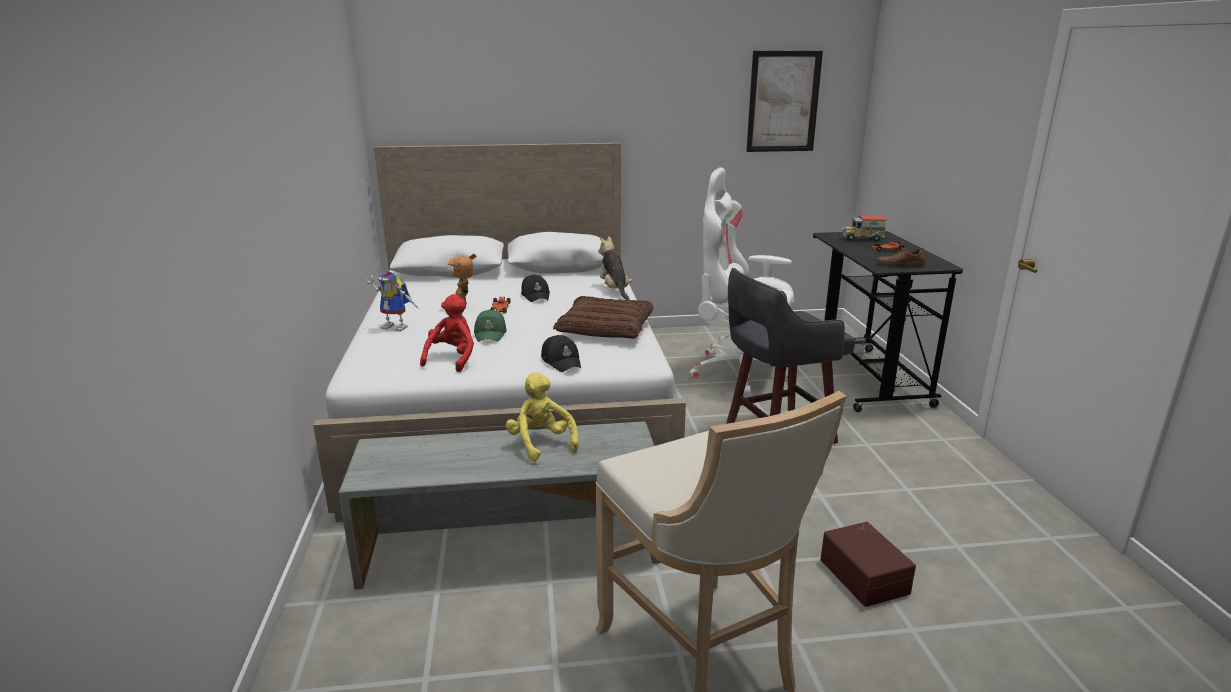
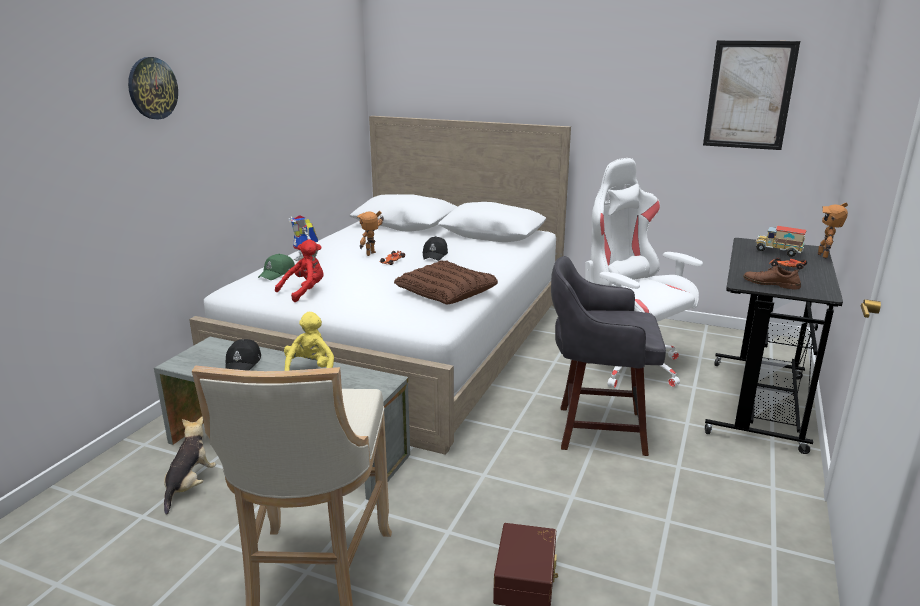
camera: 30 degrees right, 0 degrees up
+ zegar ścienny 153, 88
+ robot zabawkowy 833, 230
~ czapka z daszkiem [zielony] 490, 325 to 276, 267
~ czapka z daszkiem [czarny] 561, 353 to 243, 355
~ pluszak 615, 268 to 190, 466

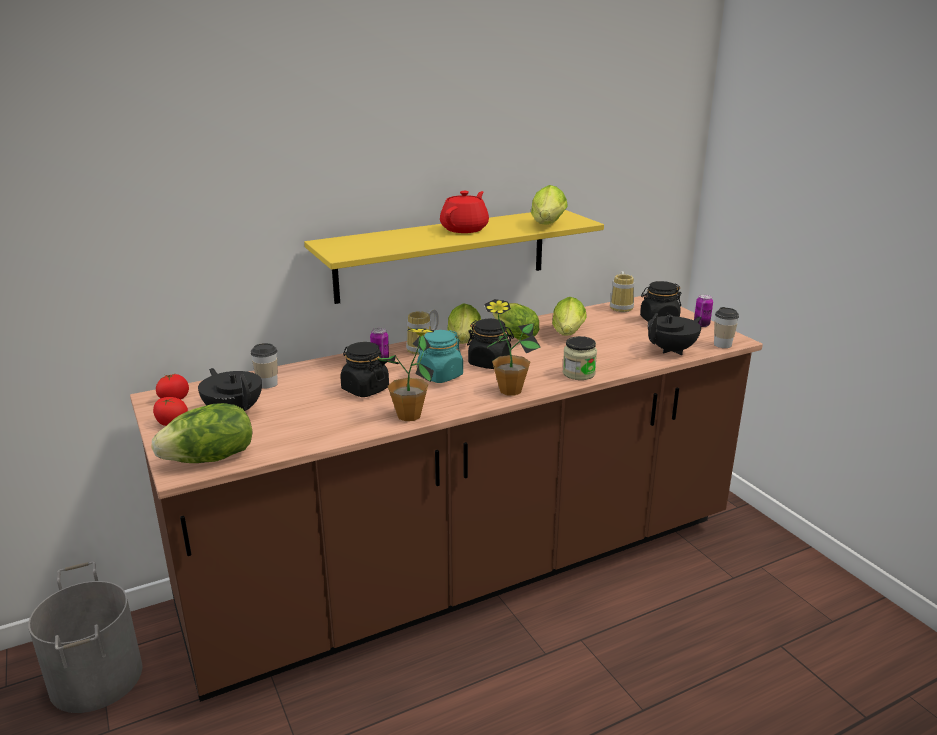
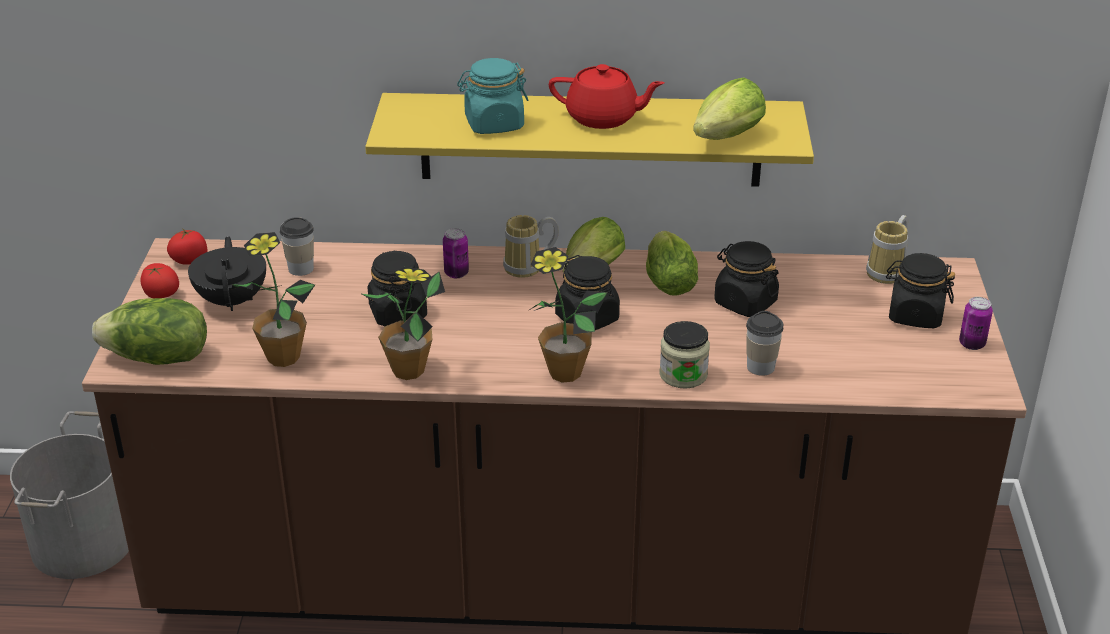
camera: 30 degrees right, 10 degrees up
- imbryk [czarny] 675, 334
+ roślina doniczkowa 273, 299
~ słoik [turkusowy] 440, 356 to 493, 96
~ filiżanka 726, 327 to 764, 343
~ sałata 569, 316 to słoik [czarny] 746, 279
~ imbryk [czerwony] 464, 212 = 606, 96 45 degrees clockwise

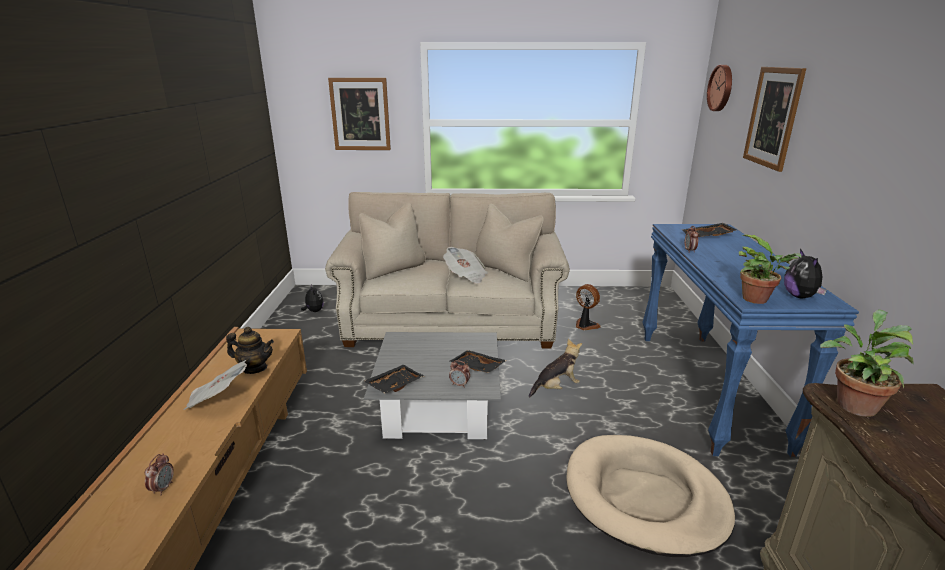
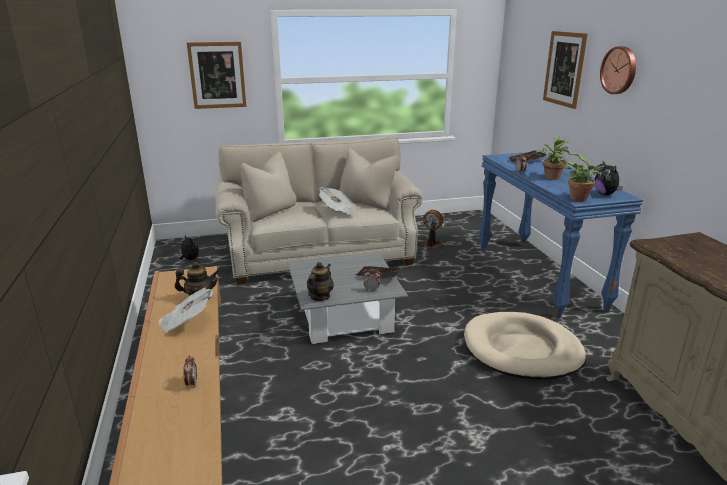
camera: 15 degrees left, 0 degrees up
- pluszak 555, 368
~ zegar ścienny 719, 88 to 618, 70
~ roślina doniczkowa 867, 363 to 552, 158
~ taca [czarny] 394, 379 to imbryk 320, 281

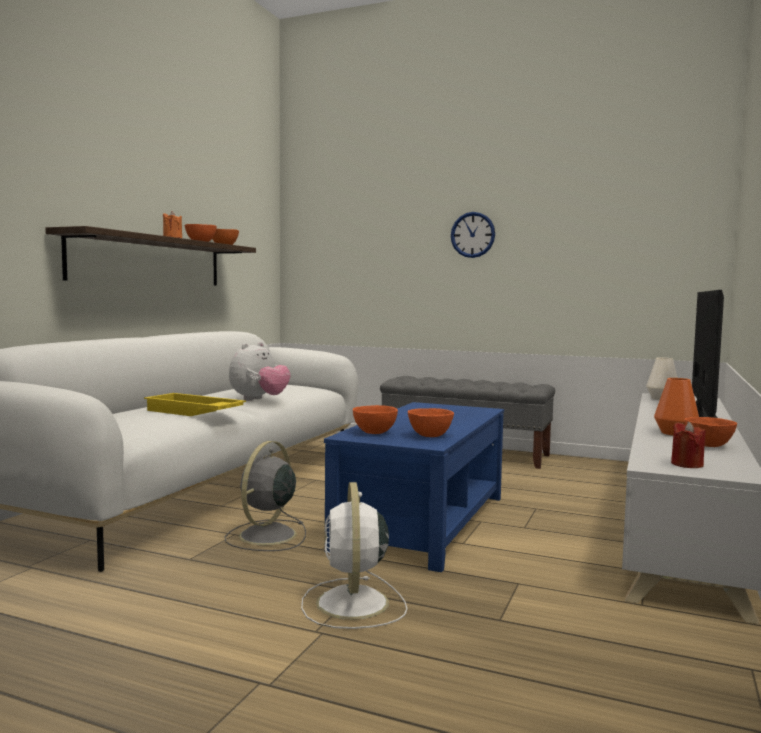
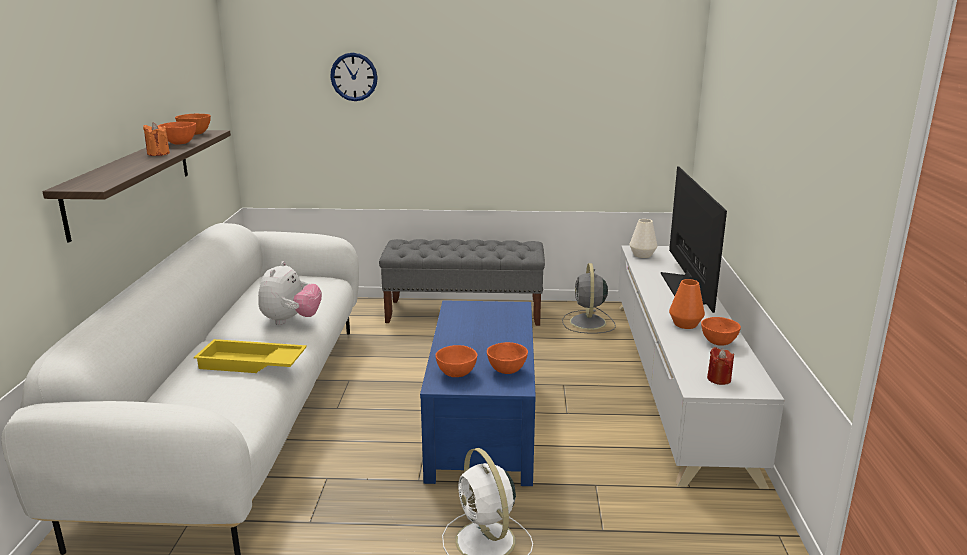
camera: 20 degrees left, 15 degrees up
~ wentylator [szary] 265, 496 to 589, 298
~ zegar ścienny 473, 235 to 354, 77

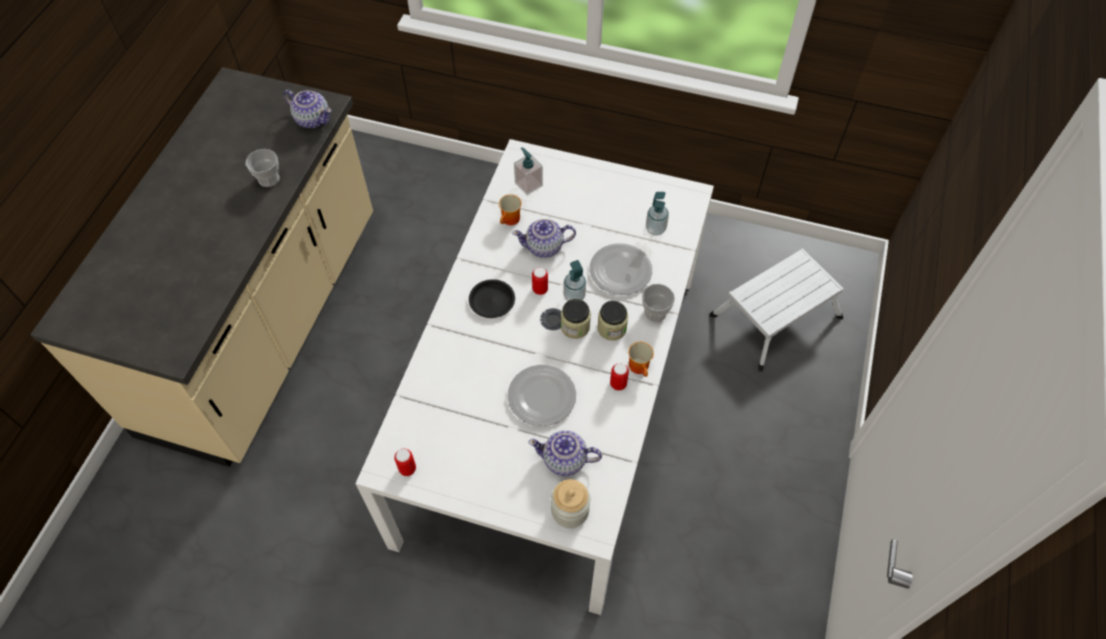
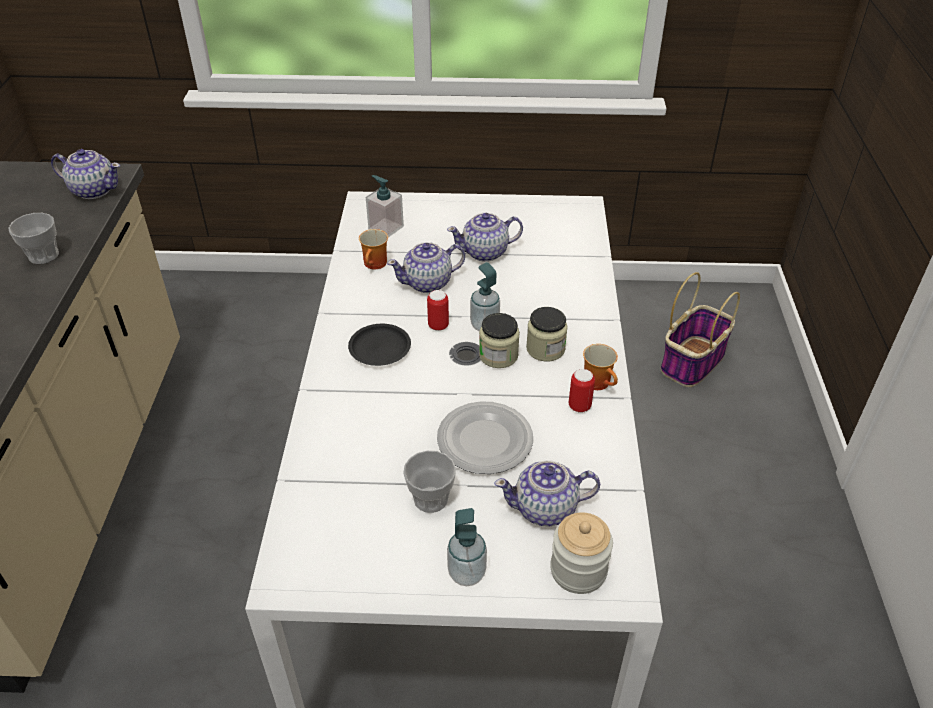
camera: 15 degrees left, 15 degrees down
- puszka 405, 462
- talerz 621, 269
+ imbryk 485, 237
~ filiżanka 658, 303 to 429, 481
~ dozownik mydła 657, 214 to 467, 547
~ drabinka [biały] 776, 309 to koszyk 700, 329

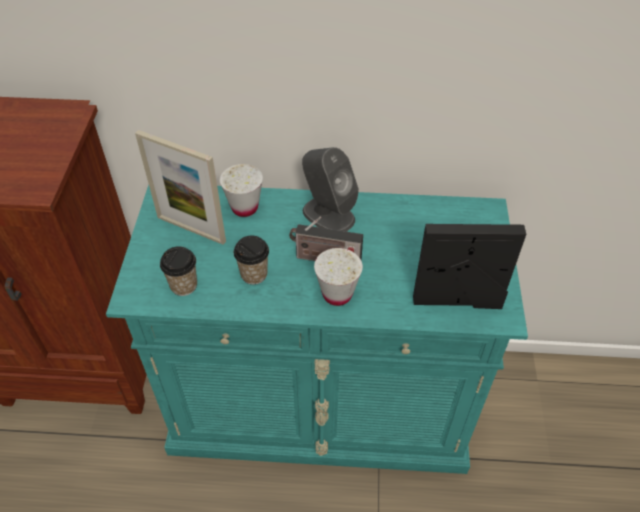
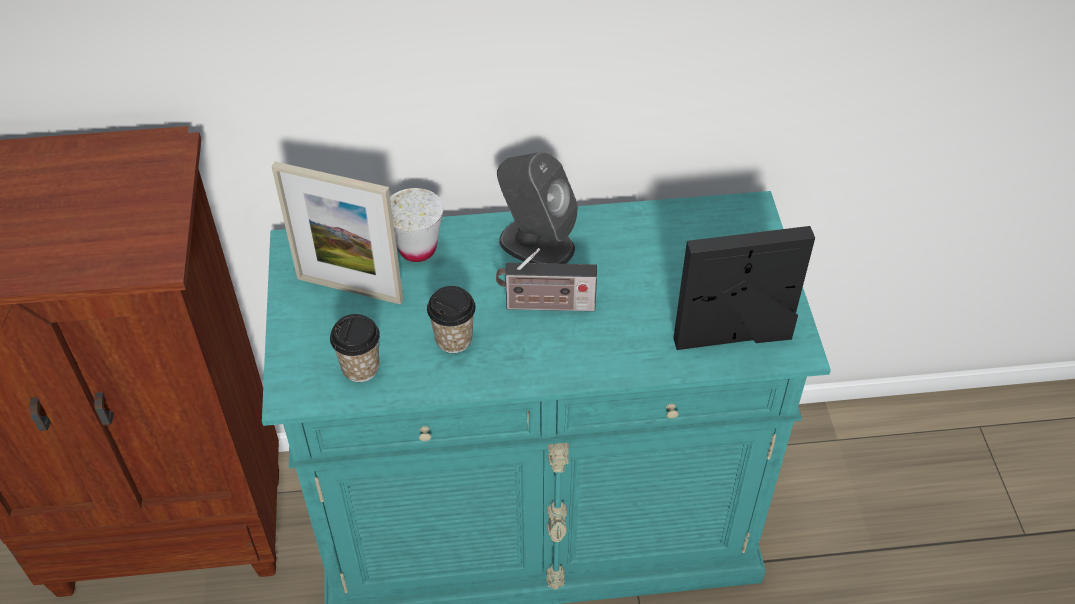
camera: 10 degrees left, 0 degrees up
- filiżanka [biały] 338, 277

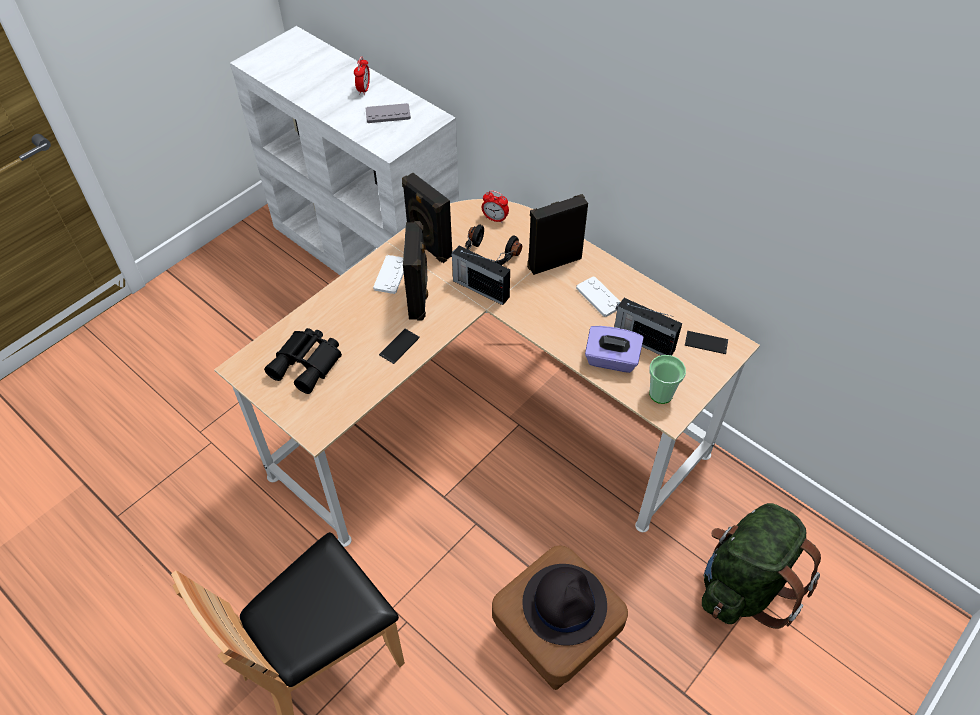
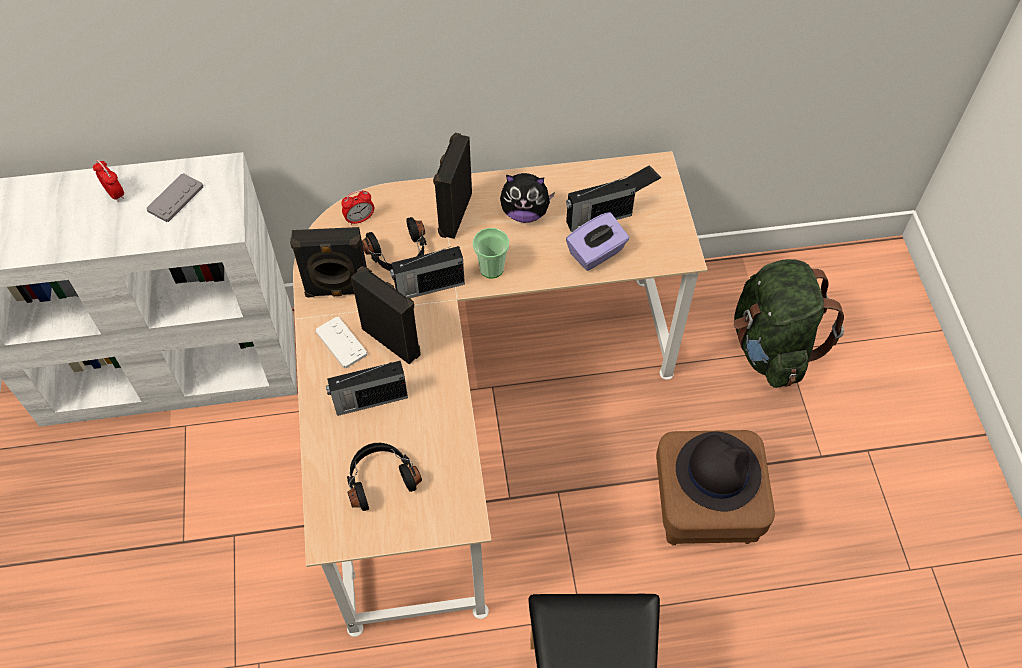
camera: 50 degrees left, 5 degrees up
- telefon 399, 346
+ radio 367, 388
~ filiżanka 667, 379 to 491, 253
~ lornetka [czarny] 303, 361 to słuchawki [czarny] 384, 477
~ pad do gier [biały] 598, 296 to pluszak 527, 198

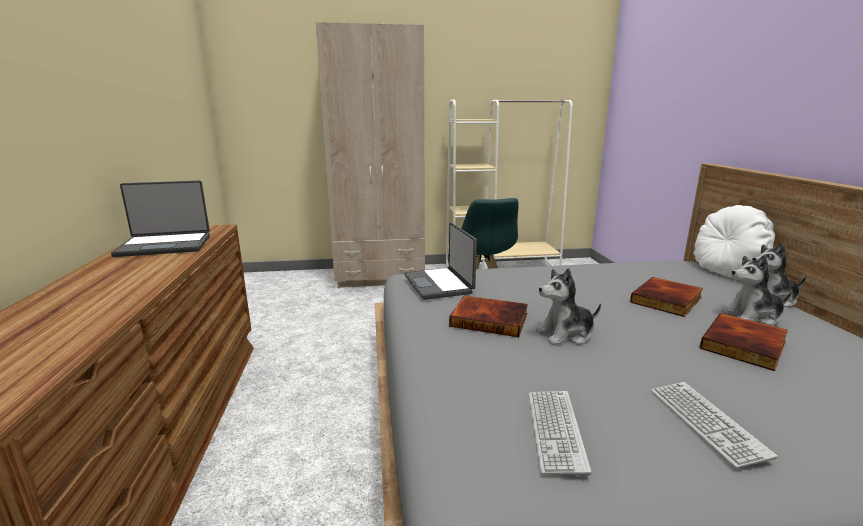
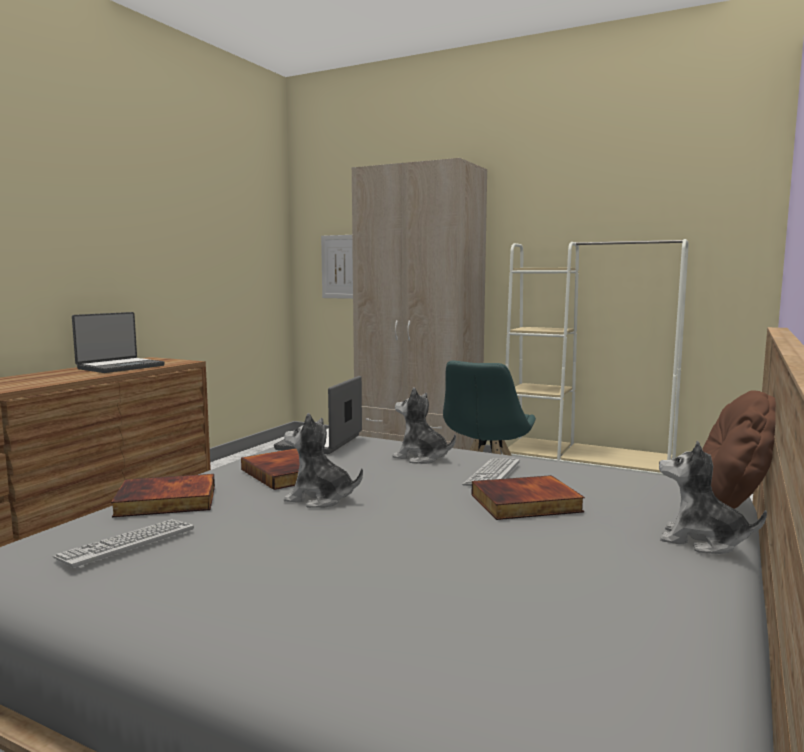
camera: 35 degrees right, 10 degrees down
+ obraz 337, 267
~ klawiatura 714, 425 to 491, 472
~ książka 744, 342 to 163, 495
~ pluszak 757, 290 to 424, 425
~ poduszka [biały] 734, 241 to poduszka [brązowy] 739, 449
~ laptop 160, 218 = 118, 342 75 degrees counterclockwise

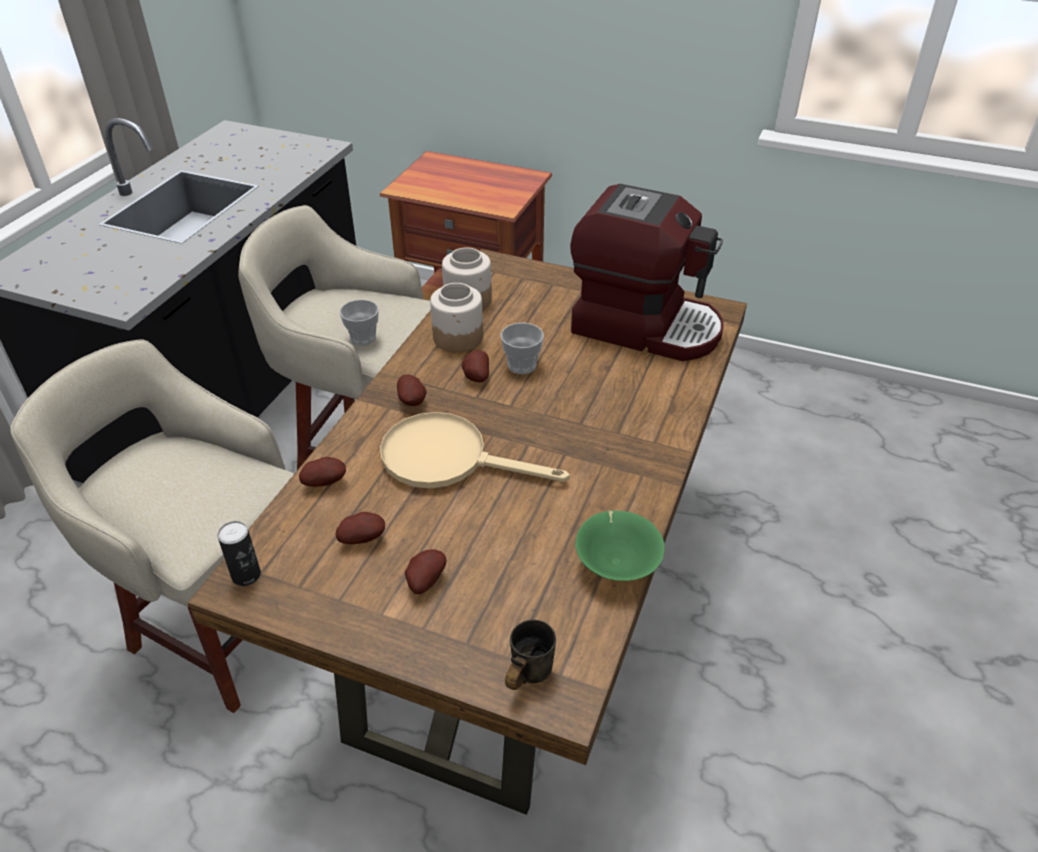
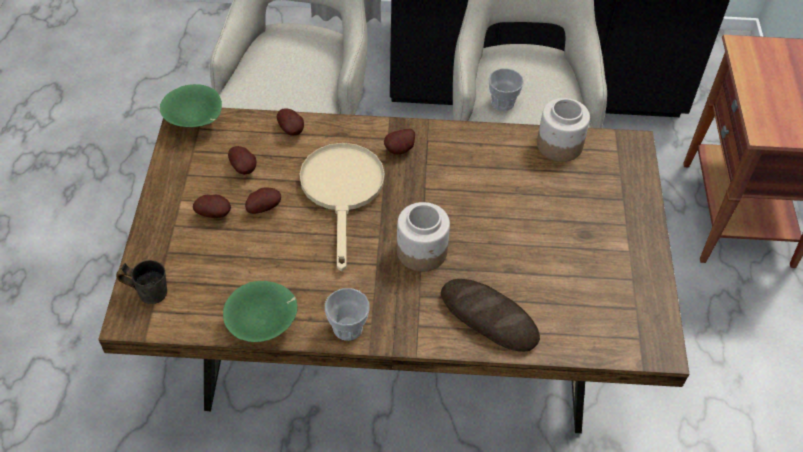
camera: 70 degrees right, 10 degrees up
- ekspres do kawy 647, 272
+ chleb 490, 315
~ słoik 456, 317 to 423, 237
~ ziemniak 475, 366 to 263, 201
~ filiżanka 522, 348 to 347, 314
~ puszka 239, 553 to miska [zielony] 191, 105

